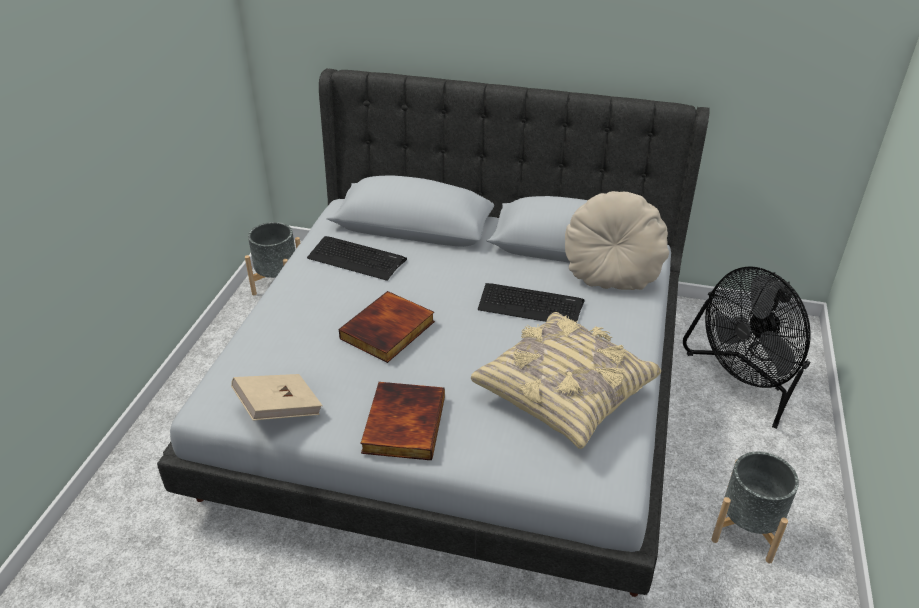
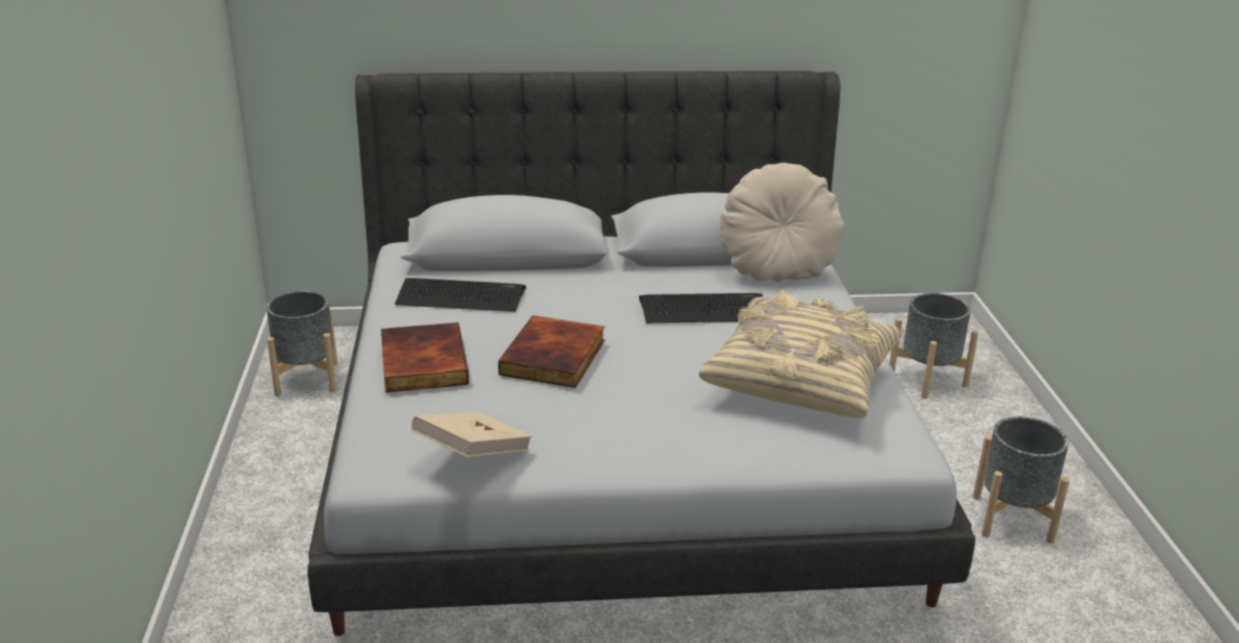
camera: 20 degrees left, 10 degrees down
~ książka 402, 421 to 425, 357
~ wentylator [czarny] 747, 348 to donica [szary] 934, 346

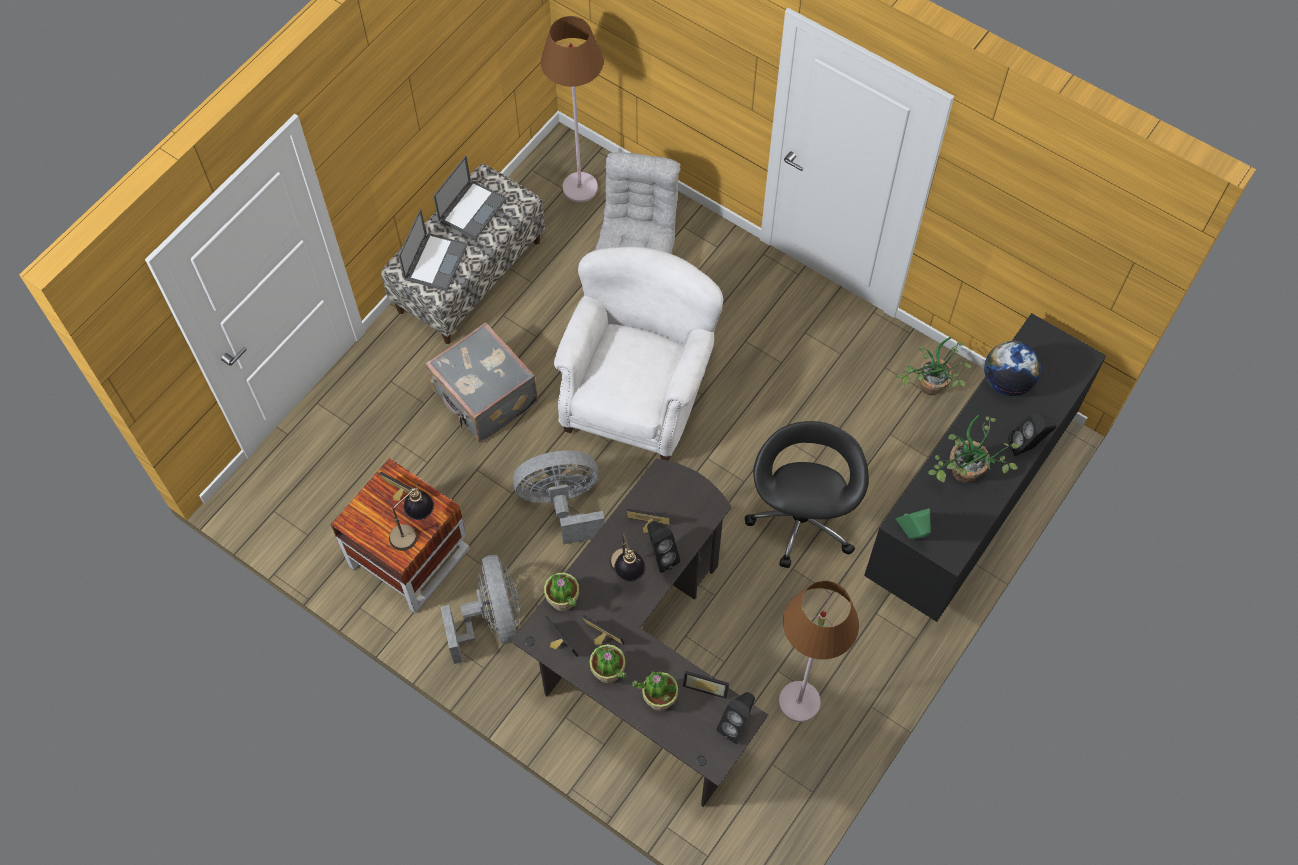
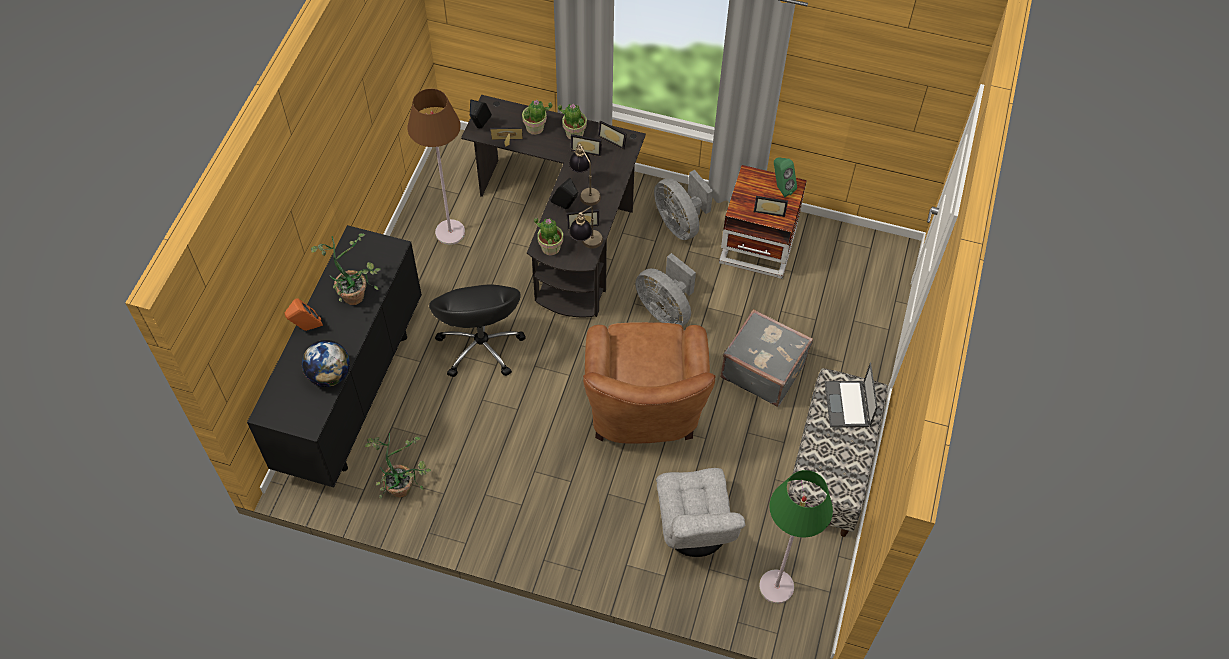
camera: 160 degrees right, 5 degrees down
- laptop 470, 198
~ lampa stołowa 411, 517 to 586, 227
~ roślina doniczkowa 561, 592 to 548, 236
~ głośnik [zielony] 913, 523 to 785, 177
~ lampa stojąca [brązowy] 572, 109 to lampa stojąca [zielony] 796, 537
~ fotel [biały] 638, 354 to fotel [brązowy] 649, 382
~ głośnik [czarny] 1032, 434 to głośnik [pomarańczowy] 304, 314
~ wentylator [szary] 559, 497 = 665, 289 75 degrees clockwise

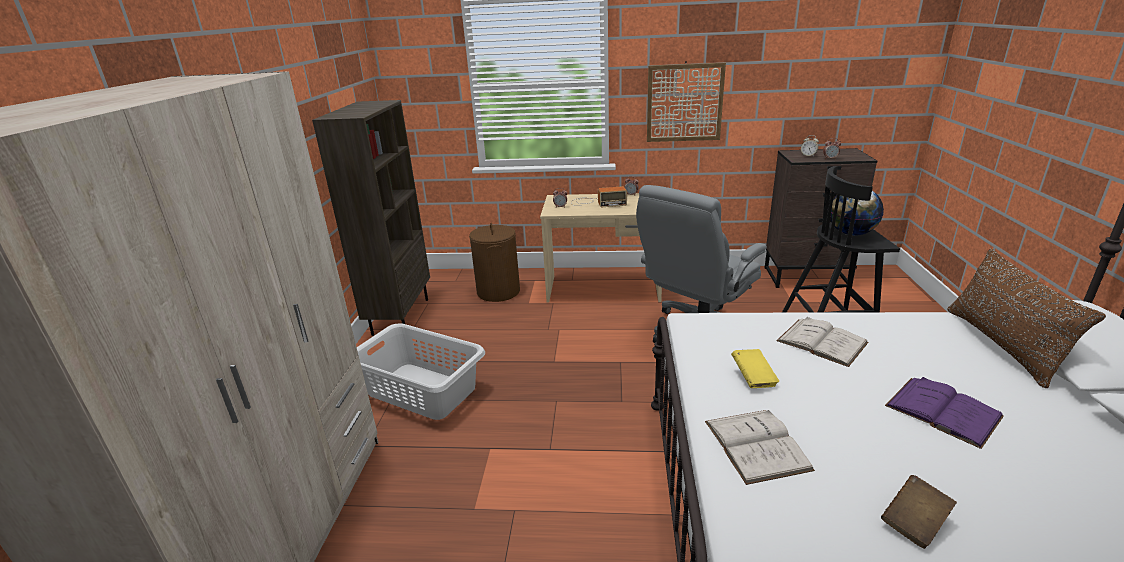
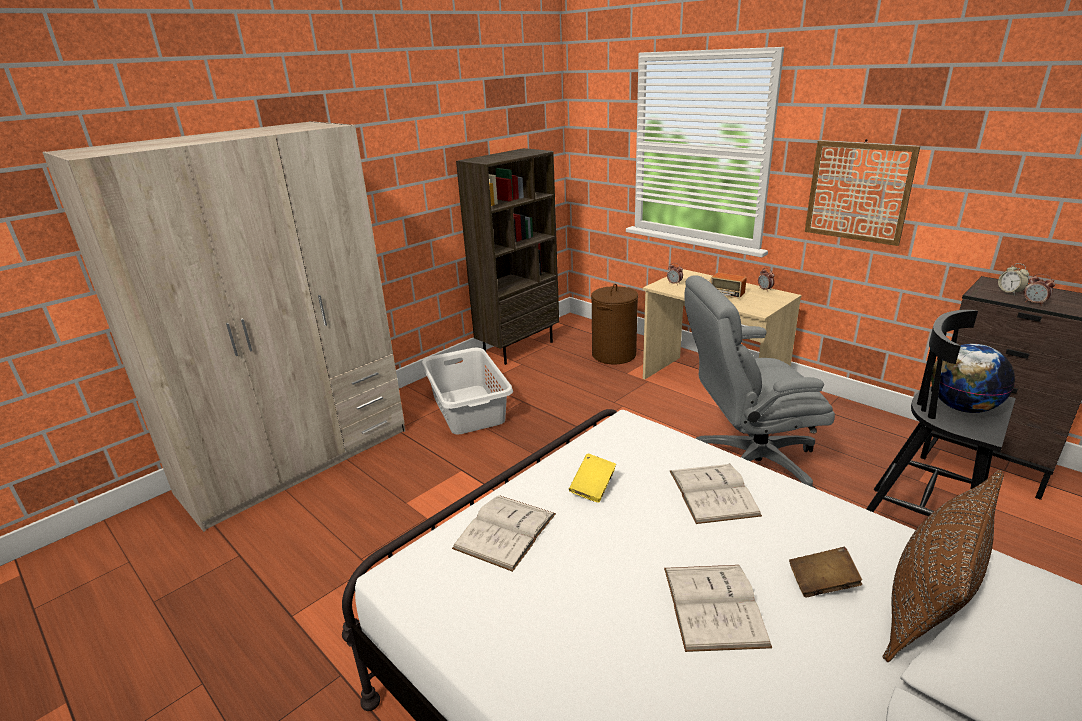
camera: 40 degrees right, 0 degrees up
~ książka [brązowy] 919, 512 to 825, 572
~ książka [fioletowy] 944, 413 to książka [biały] 718, 608

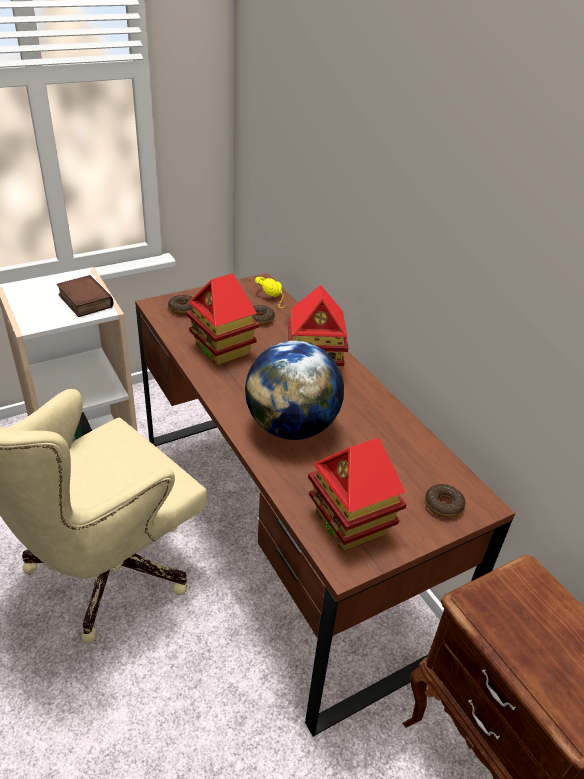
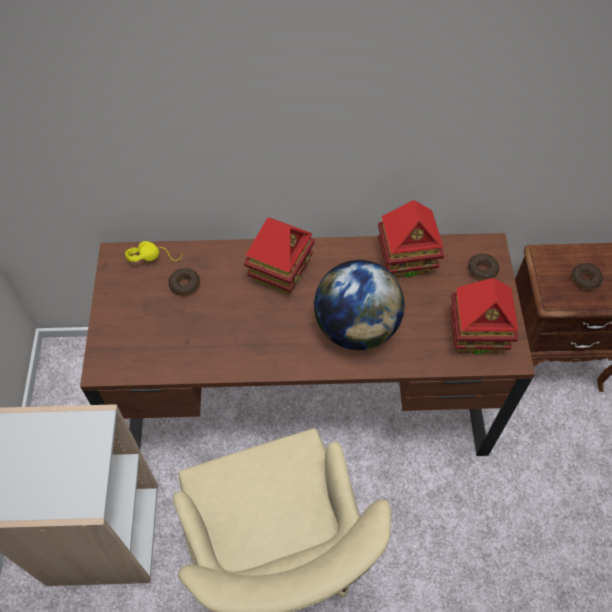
camera: 60 degrees left, 20 degrees up
- książka 85, 296
~ donut 180, 305 to 587, 276
~ domek 222, 319 to 411, 239

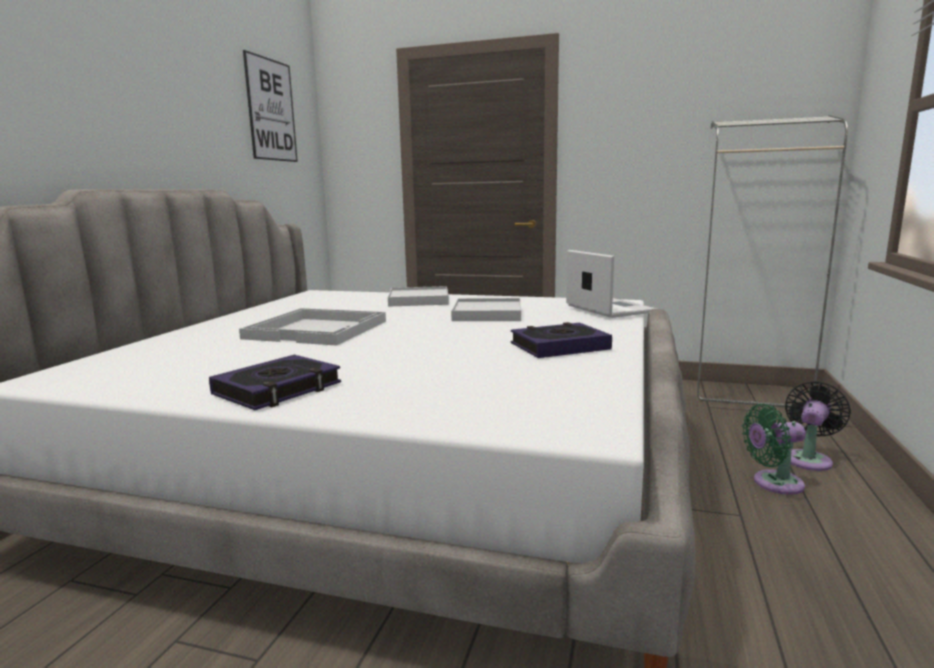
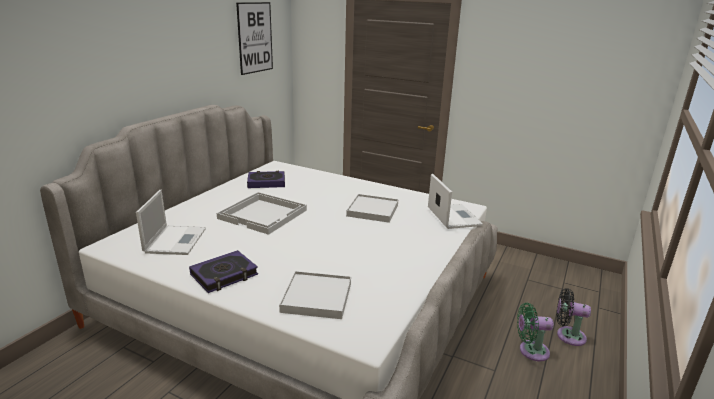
camera: 10 degrees right, 10 degrees up
- wieszak [szary] 772, 261
+ laptop 171, 222
~ taca [biały] 418, 296 to 315, 295
~ książka 561, 340 to 266, 179
~ wentylator [czarny] 818, 426 = 574, 317 120 degrees counterclockwise

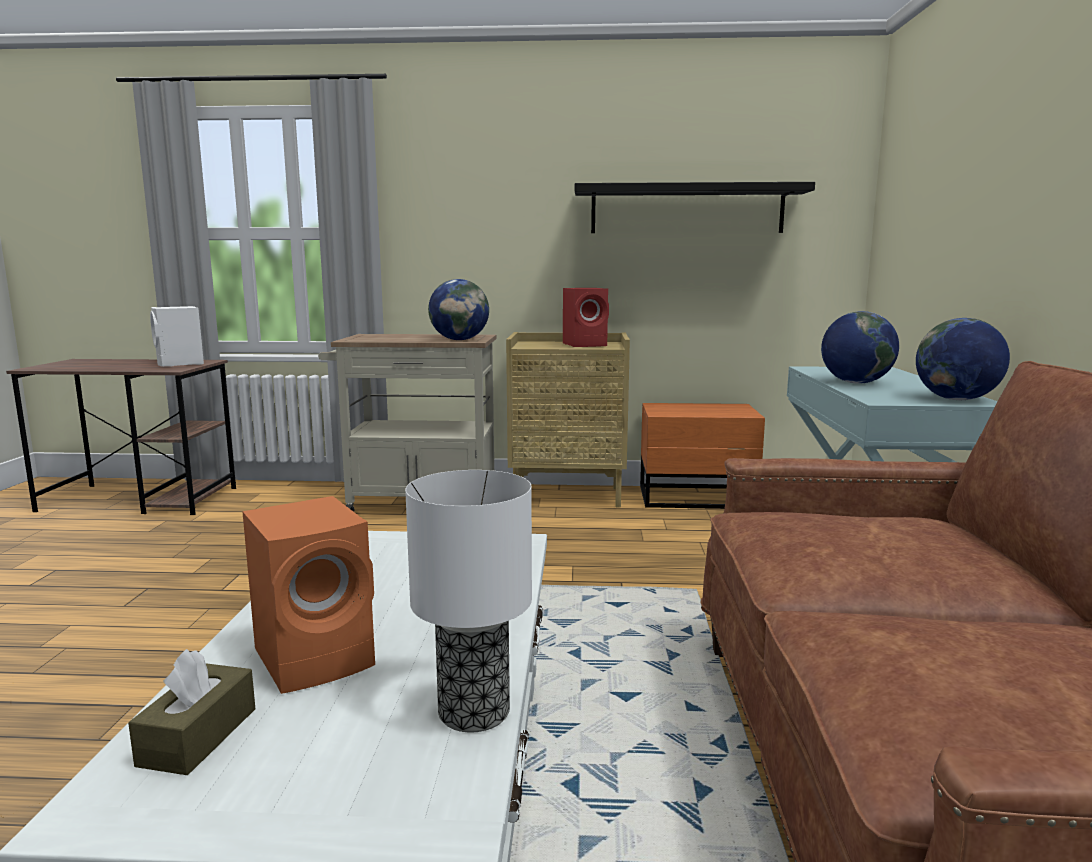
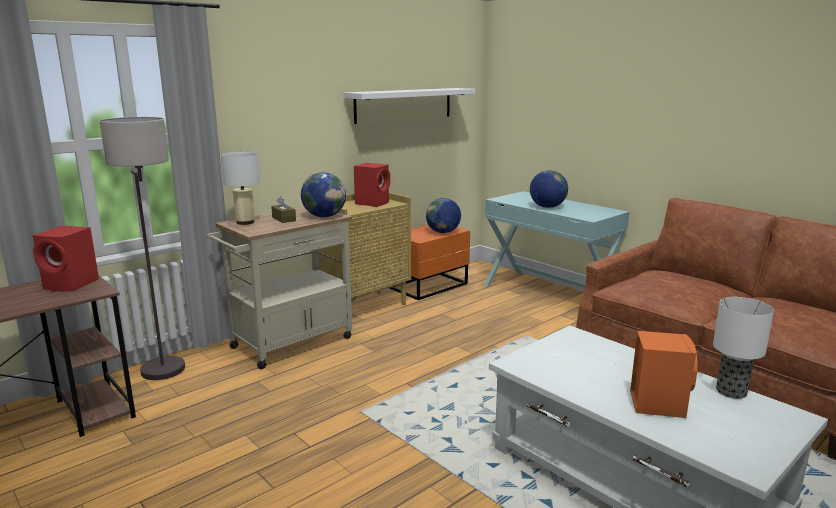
camera: 45 degrees left, 5 degrees up
+ lampa stojąca [szary] 142, 248
+ lampa stołowa [biały] 240, 188
~ pudełko chusteczek [brązowy] 191, 712 to 283, 209
~ globus 963, 359 to 443, 215
~ głośnik [biały] 177, 336 to głośnik [czerwony] 66, 259
~ półka [czarny] 695, 207 to półka [biały] 409, 106

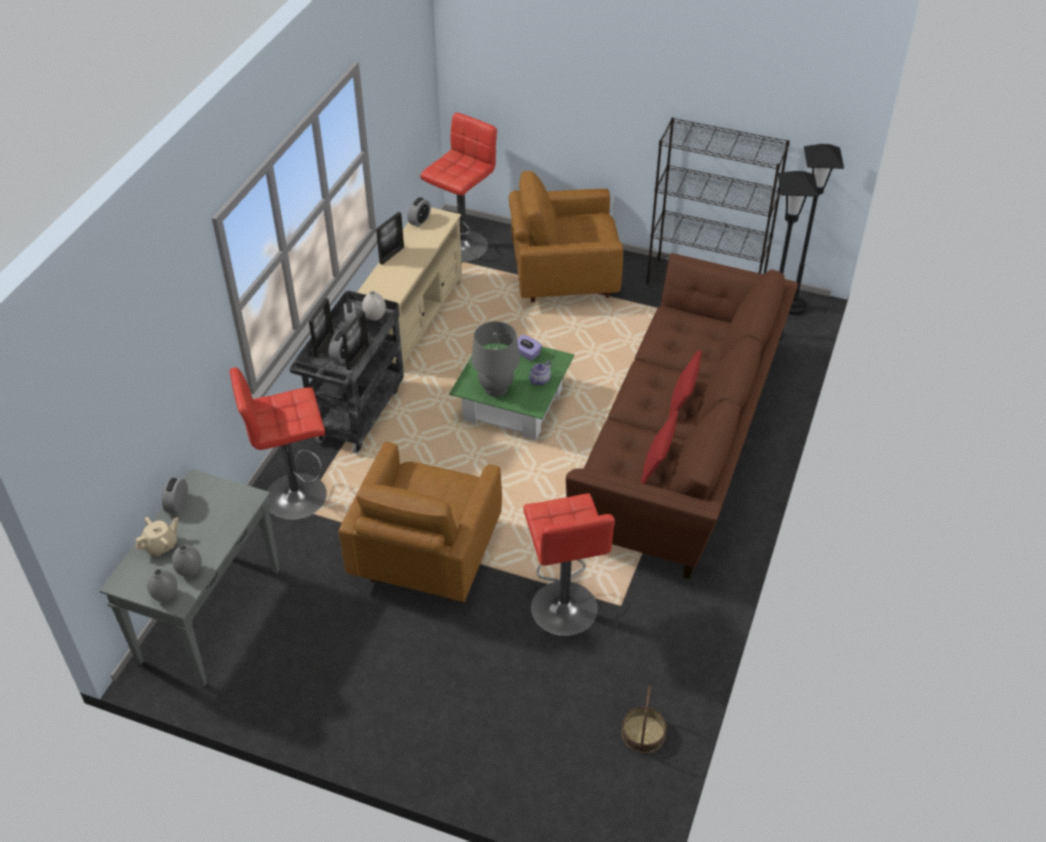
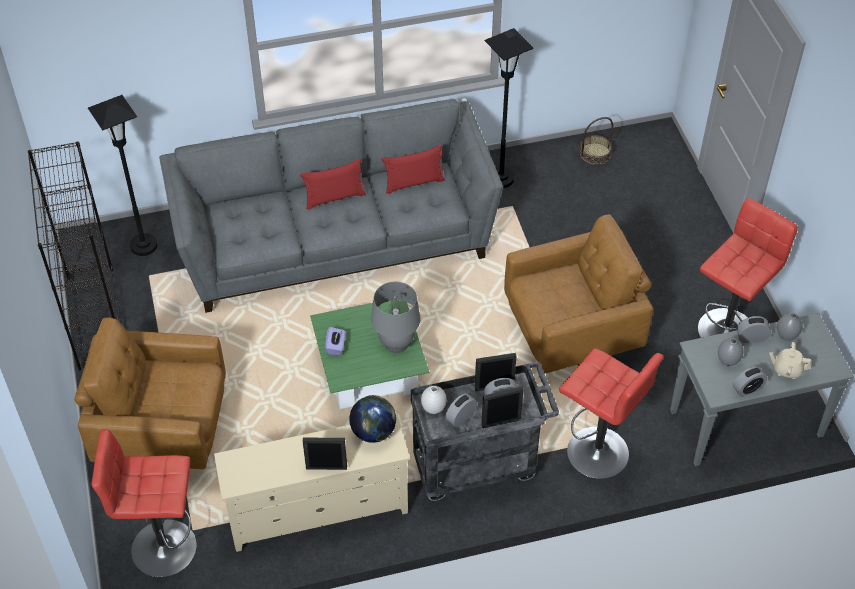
camera: 125 degrees left, 5 degrees up
- imbryk 540, 372
+ globus 372, 419
~ wazon [szary] 162, 585 to 730, 352
~ budzik 419, 212 to 753, 329
~ stołek [czerwony] 569, 564 to 748, 268
~ lampa stojąca [czarny] 816, 229 to 509, 108
~ kanapa [brązowy] 682, 416 to kanapa [szary] 331, 206
~ fotel [brązowy] 566, 236 = 150, 393 135 degrees clockwise

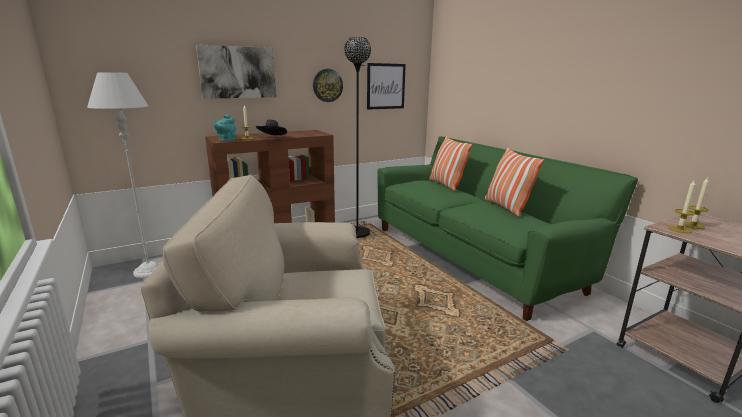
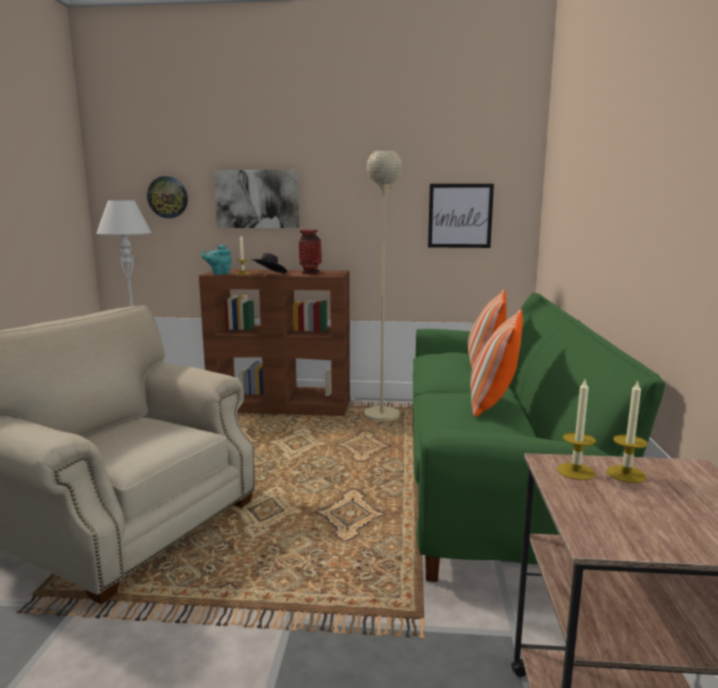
camera: 35 degrees right, 5 degrees down
+ wazon 310, 252
~ zegar ścienny 328, 85 to 167, 197
~ lampa stojąca [czarny] 357, 137 to lampa stojąca [beżowy] 383, 286

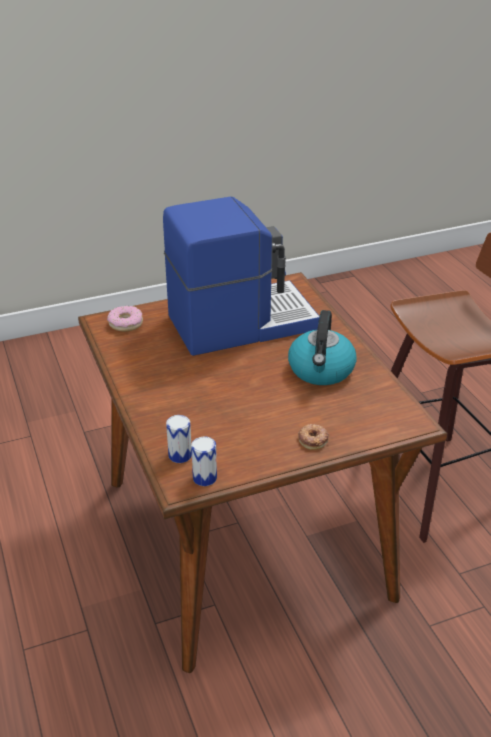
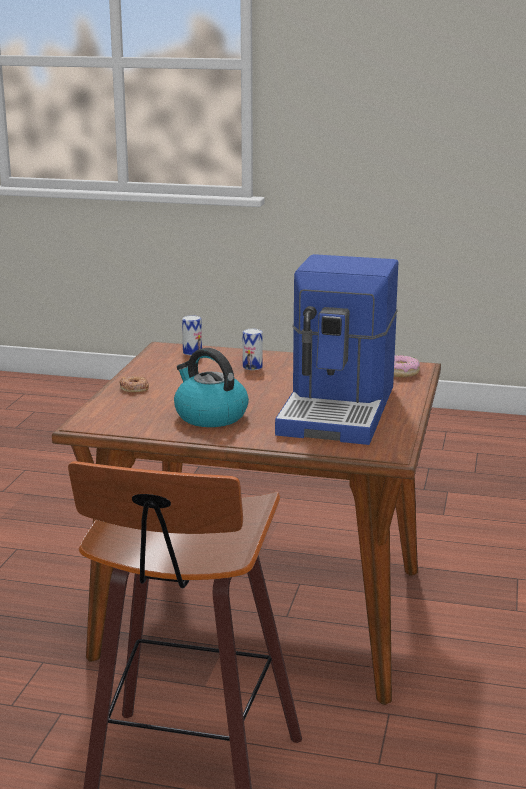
camera: 125 degrees right, 15 degrees down
~ puszka 204, 461 to 253, 349

